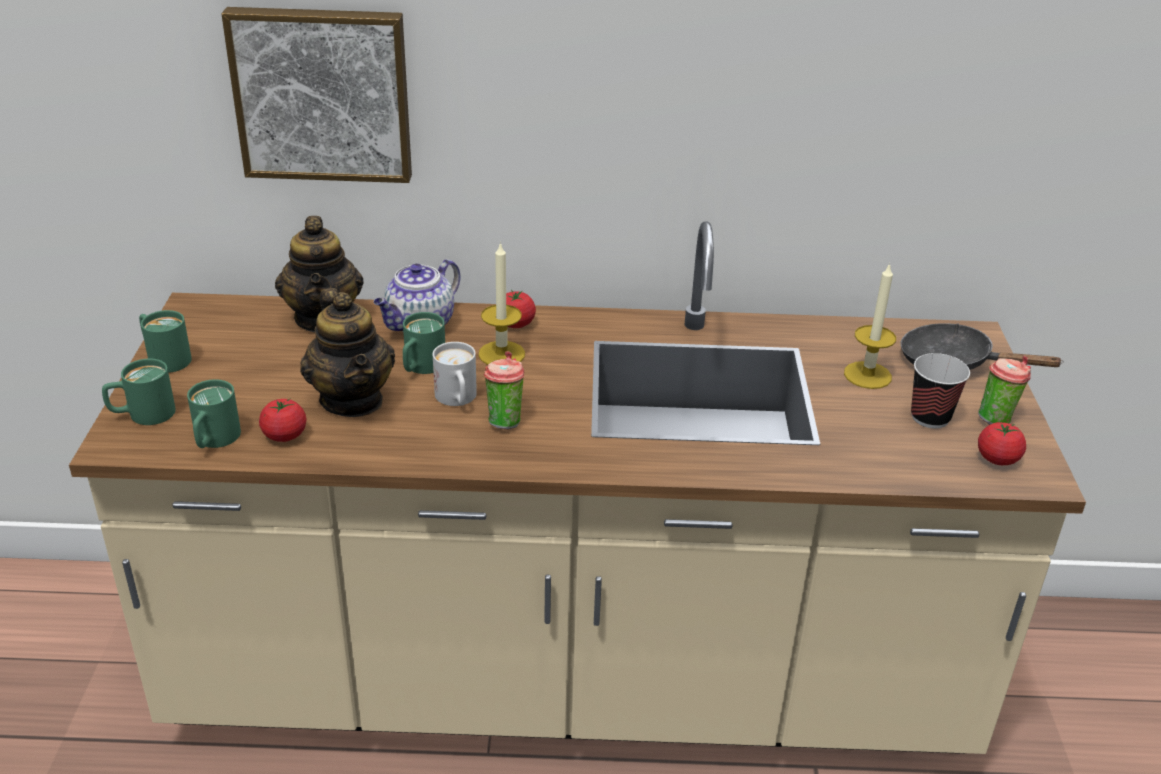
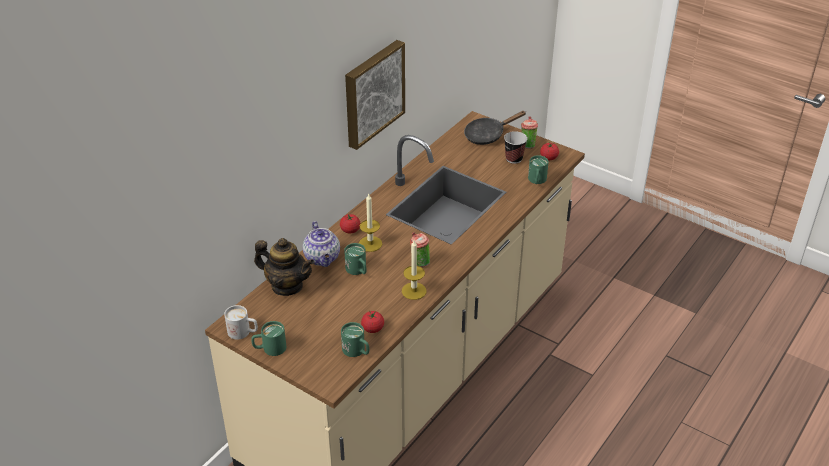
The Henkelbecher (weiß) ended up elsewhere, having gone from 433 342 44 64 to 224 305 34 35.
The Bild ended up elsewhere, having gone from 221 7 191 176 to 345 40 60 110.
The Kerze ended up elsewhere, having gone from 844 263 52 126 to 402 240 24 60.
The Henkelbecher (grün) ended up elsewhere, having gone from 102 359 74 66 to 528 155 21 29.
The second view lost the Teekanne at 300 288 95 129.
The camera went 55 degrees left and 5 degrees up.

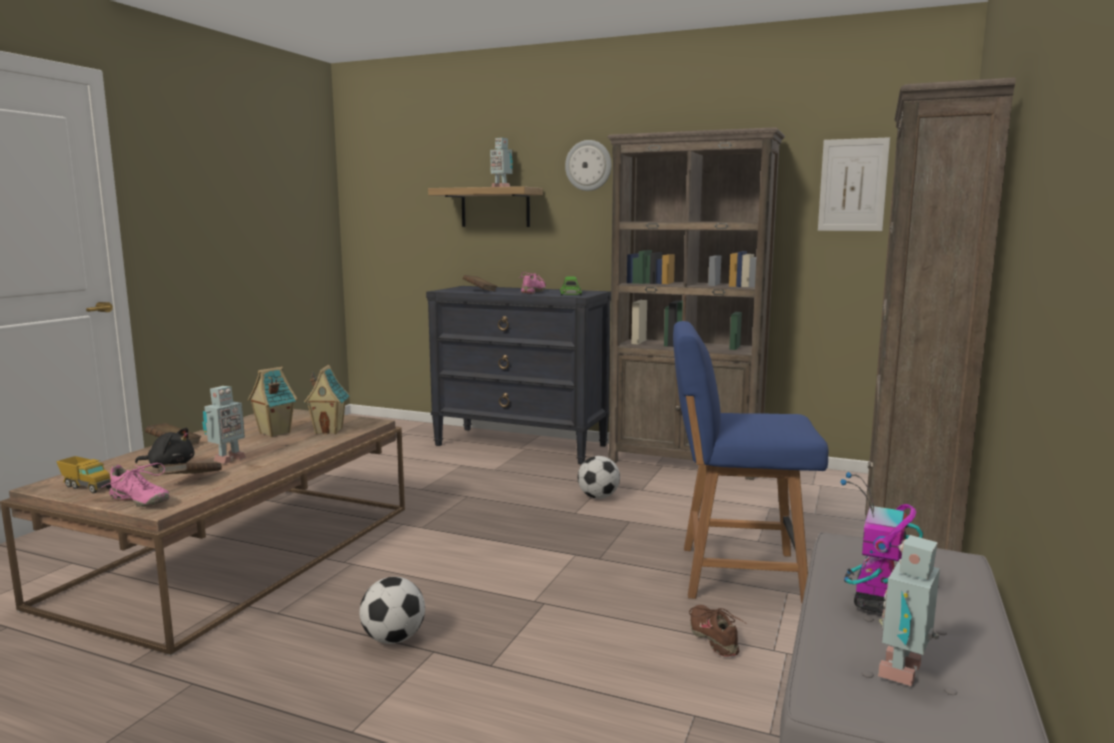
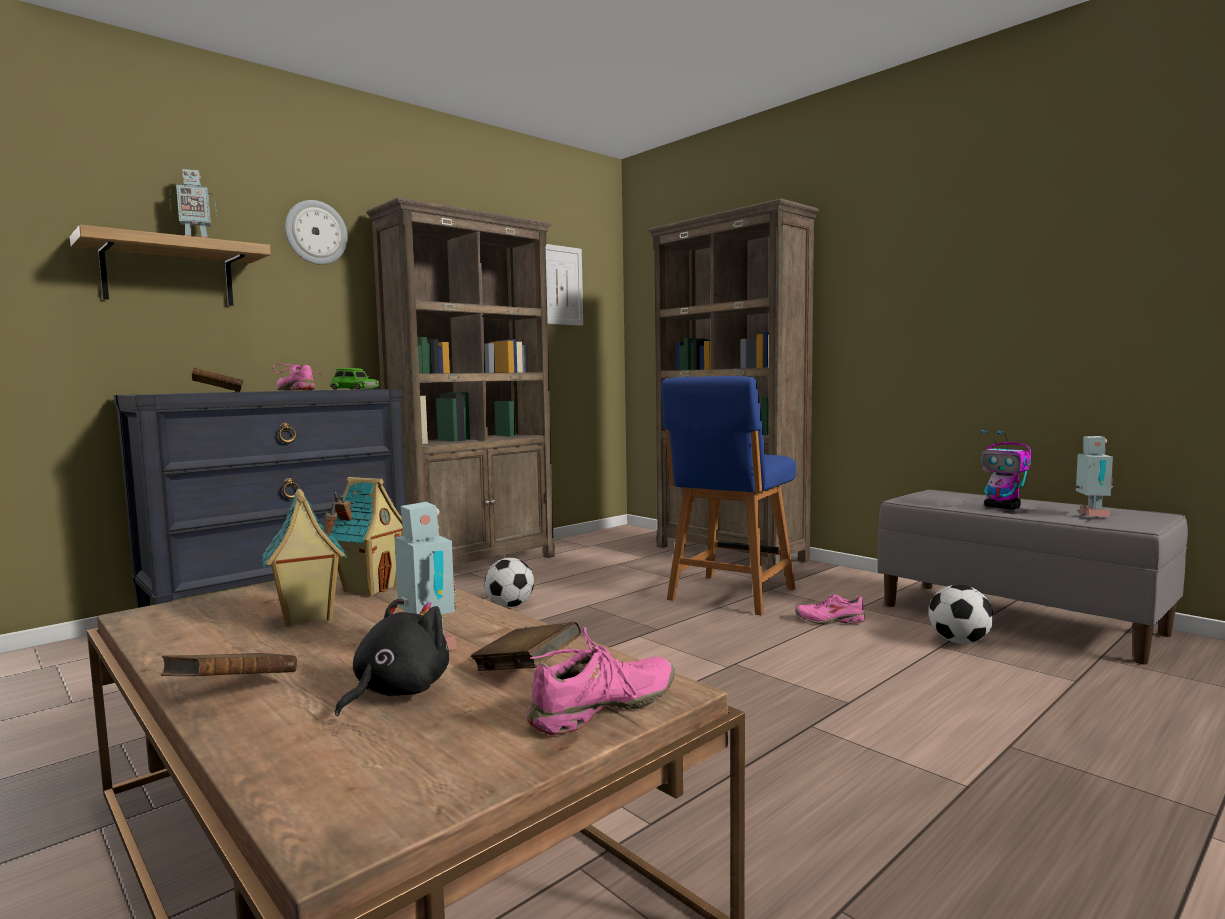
What was the Schuh (braun) at 689 605 58 52 turned into the Schuh (rosa) at 795 593 71 31.
The Fußball ended up elsewhere, having gone from 360 577 65 67 to 929 585 64 59.
The Spielzeugroboter at 878 535 62 151 ended up facing another way, 135 degrees counterclockwise from before.
The second view lost the Spielzeuglaster at 56 456 55 38.
The camera went 65 degrees left and 5 degrees down.

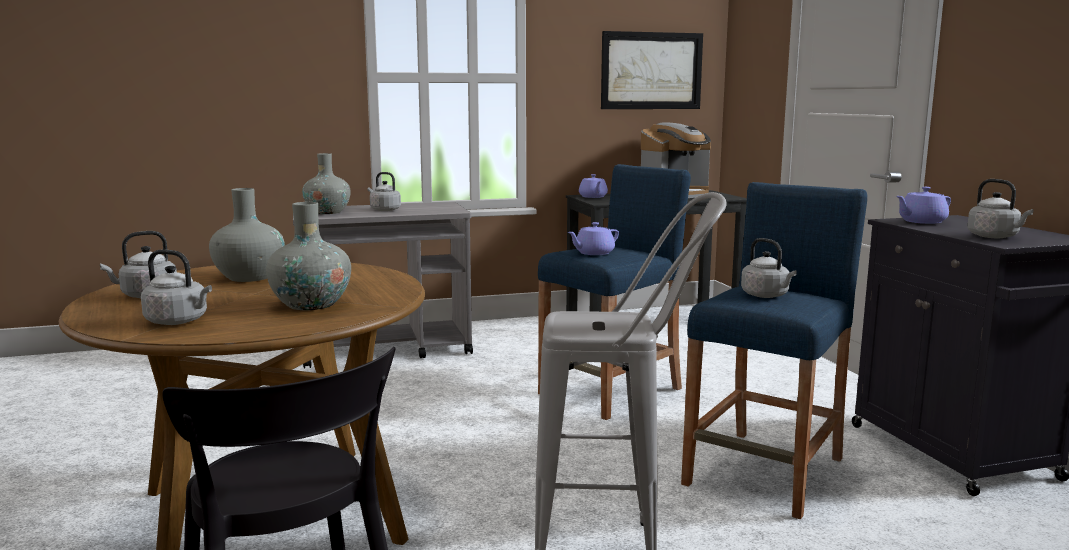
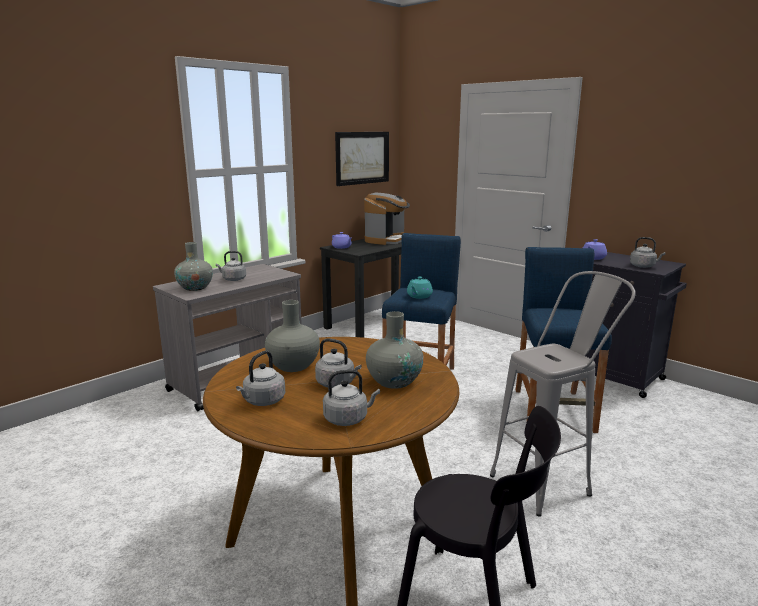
The Wasserkessel (grau) ended up elsewhere, having gone from 741 238 56 60 to 315 338 47 50.
What was the Teekanne (lila) at 568 222 51 33 turned into the Teekanne (türkis) at 407 277 26 22.
The camera went 30 degrees left and 5 degrees up.

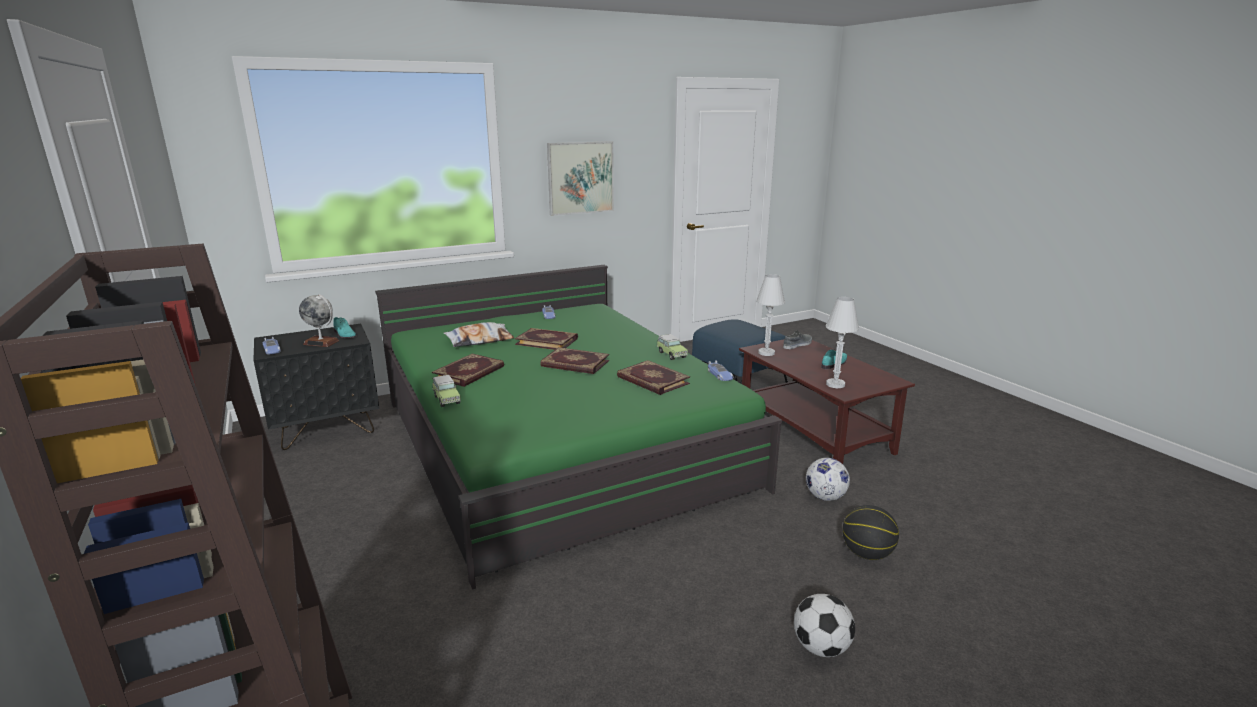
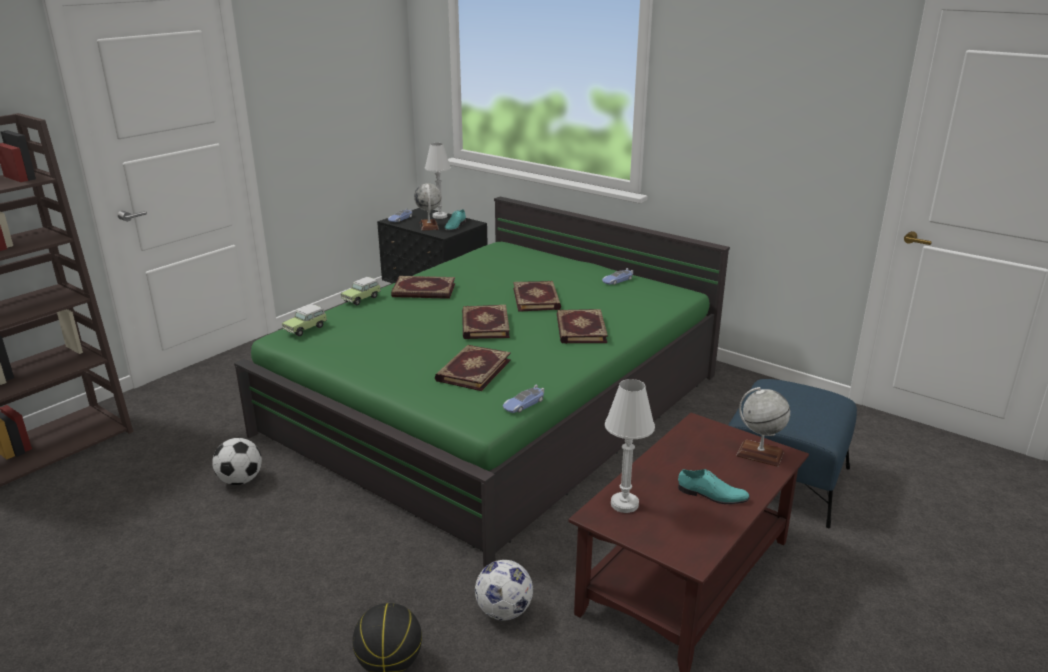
The Fußball ended up elsewhere, having gone from 794 594 61 63 to 212 438 50 47.
The Spielzeugauto ended up elsewhere, having gone from 657 334 31 26 to 282 304 45 32.
The Tischlampe (weiß) ended up elsewhere, having gone from 756 274 29 82 to 425 143 26 76.
The second view gained the Buch at 557 309 51 35.
Where the Schuh (grau) stood at 783 330 29 19, the Globus came to stand at 736 387 54 80.
The second view lost the Kissen at 444 322 70 25.
The second view lost the Bild at 547 141 67 75.
The camera went 65 degrees right and 5 degrees up.

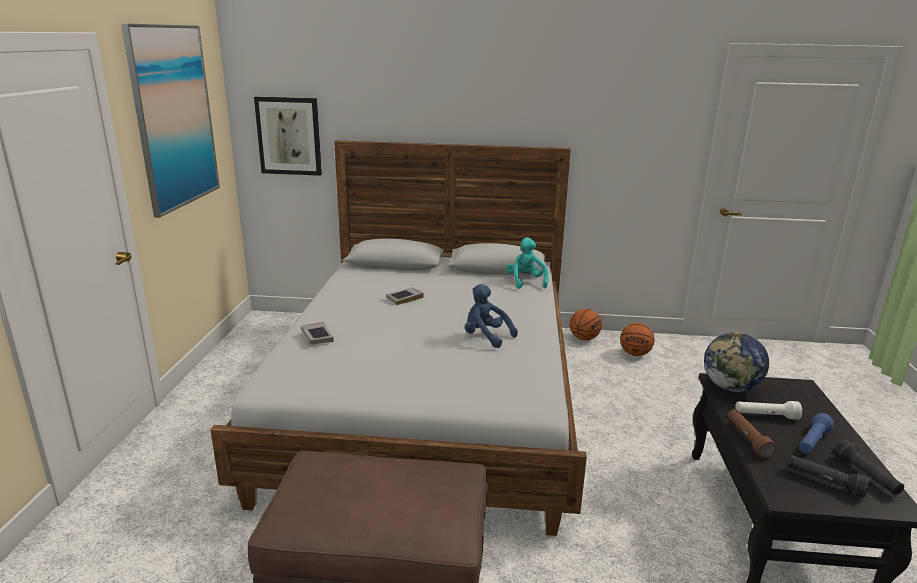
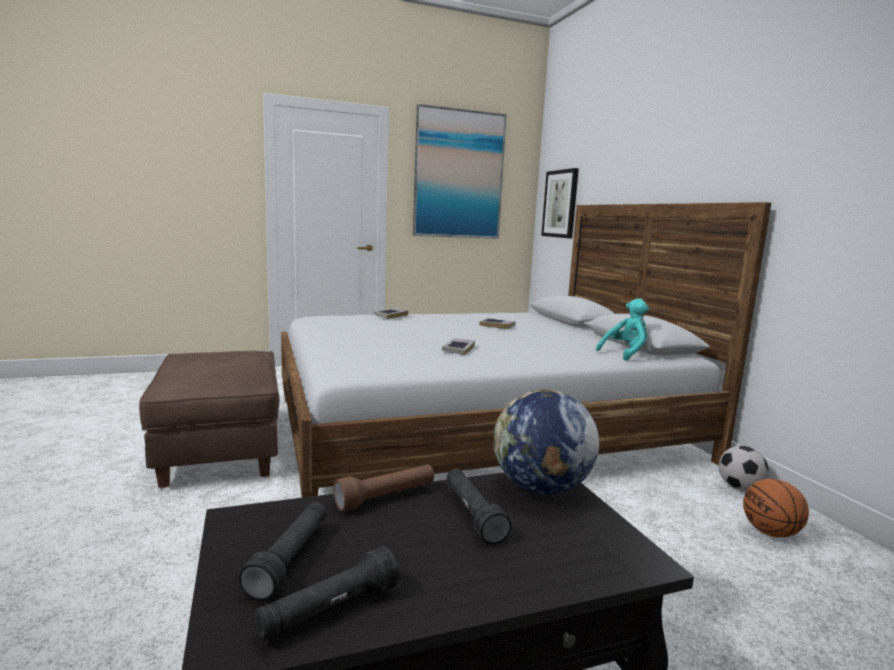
Where the Plüschtier (blau) stood at 465 284 53 64, the Buch came to stand at 442 339 33 16.
What was the Taschenlampe (weiß) at 735 401 67 19 turned into the Taschenlampe (schwarz) at 446 469 66 75.
Where the Basketball stood at 570 309 32 31, the Fußball came to stand at 719 446 50 45.
The second view lost the Taschenlampe (blau) at 799 413 35 41.
The camera went 65 degrees right and 10 degrees down.

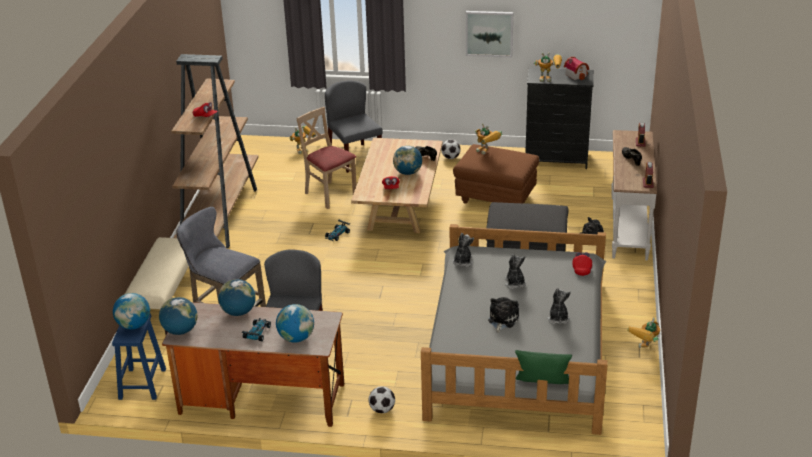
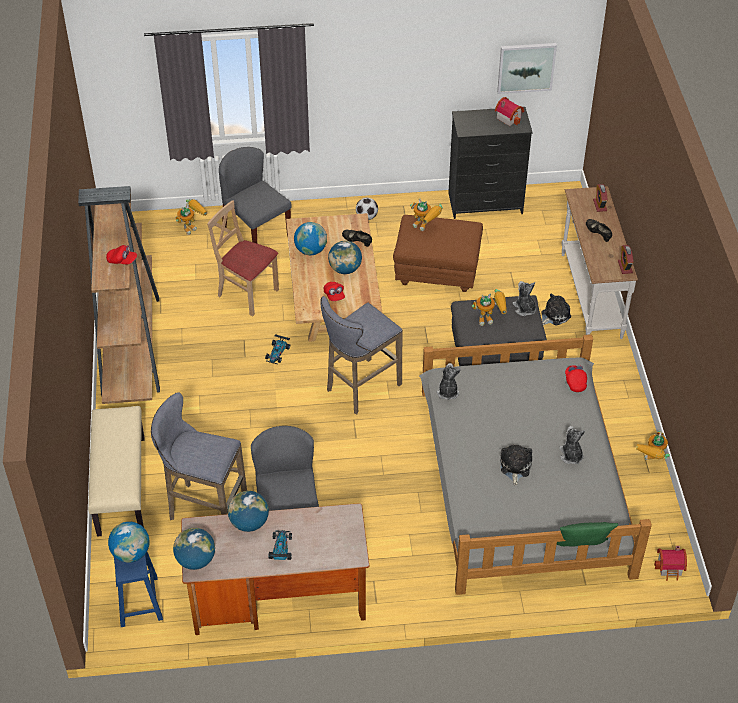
The Globus ended up elsewhere, having gone from 276 304 38 38 to 294 222 33 33.
The second view gained the Hocker (grau) at 320 296 82 118.
The Spielzeugroboter ended up elsewhere, having gone from 534 53 28 29 to 472 289 35 37.
The Bild ended up elsewhere, having gone from 466 11 47 47 to 497 43 60 51.
The Plüschtier ended up elsewhere, having gone from 505 254 21 35 to 512 281 24 35.
The second view gained the Spielzeughaus at 654 546 33 35.
The second view lost the Fußball at 369 386 26 27.
The camera went 15 degrees left and 15 degrees up.

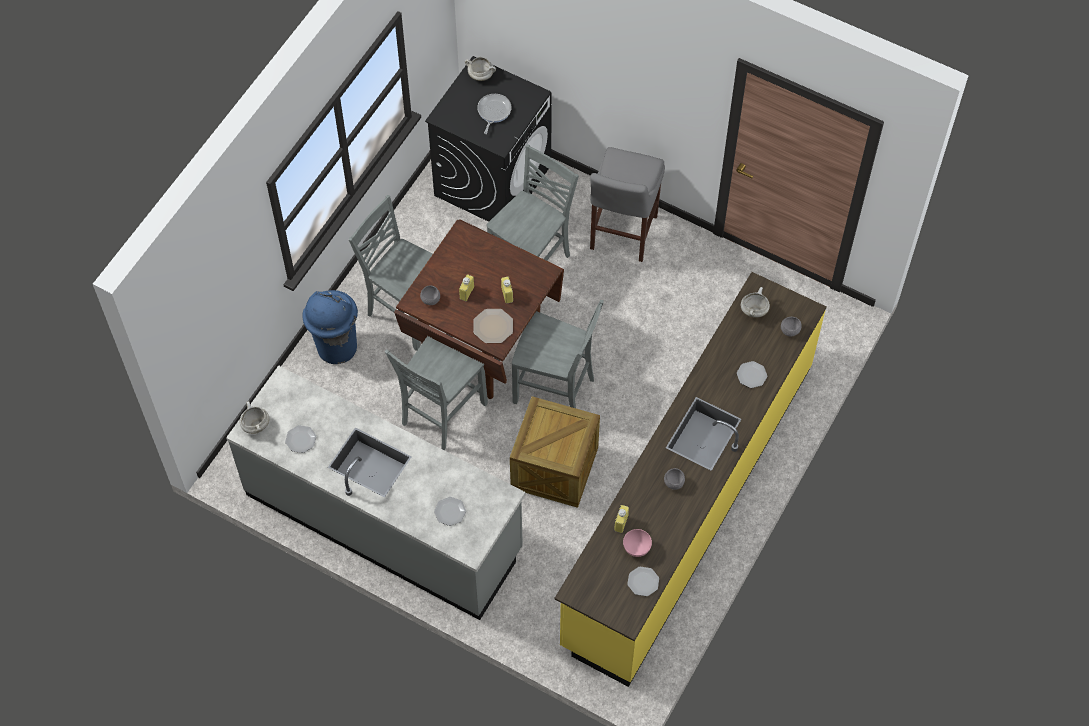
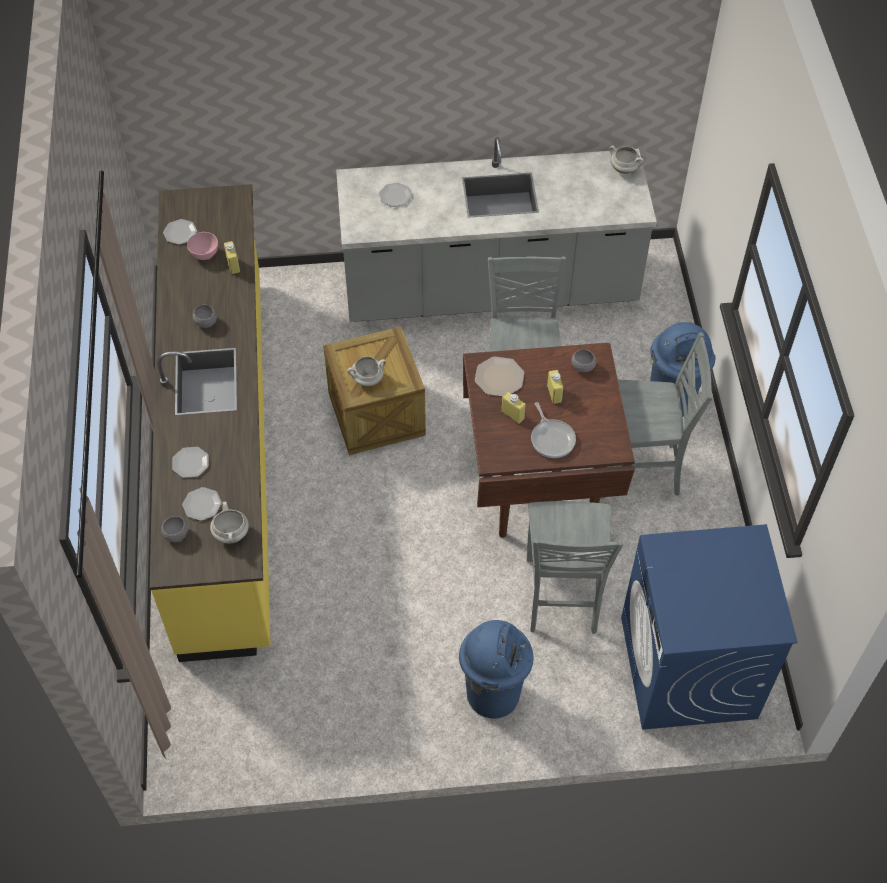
The Teller ended up elsewhere, having gone from 285 425 31 28 to 182 487 40 34.
The Kochtopf (weiß) ended up elsewhere, having gone from 465 57 31 24 to 347 356 39 30.
Where the Hocker (grau) stood at 590 147 75 115, the Mülleimer (blau) came to stand at 459 620 75 99.
The Pfanne ended up elsewhere, having gone from 477 94 35 40 to 531 402 45 56.
What was the Waschmaschine (schwarz) at 425 56 127 166 turned into the Waschmaschine (blau) at 621 524 177 206.
The second view lost the Stuhl (grau) at 512 300 92 108.
The camera went 145 degrees right and 5 degrees down.

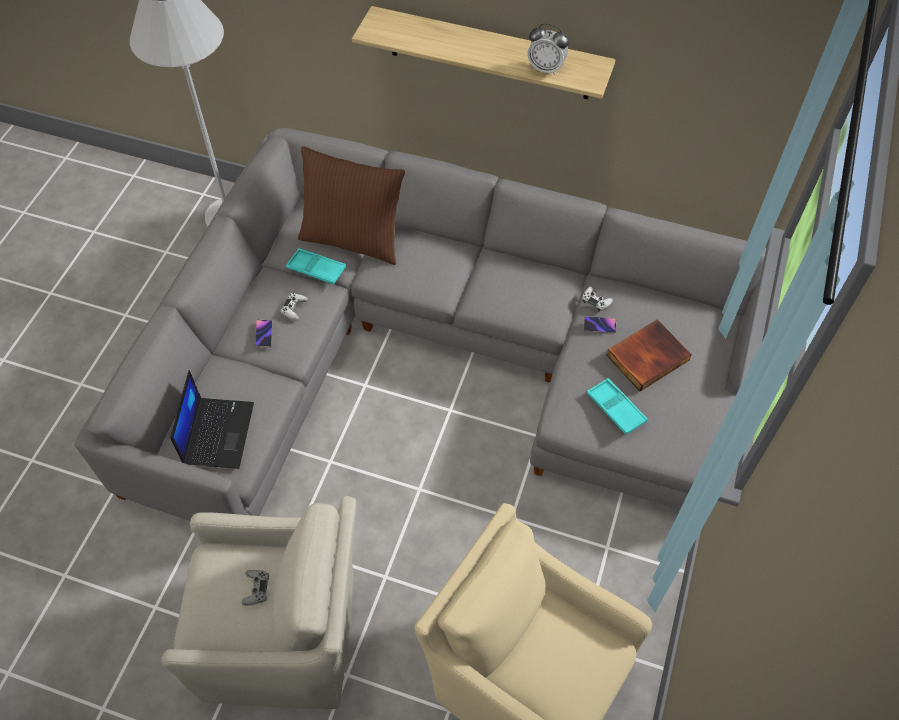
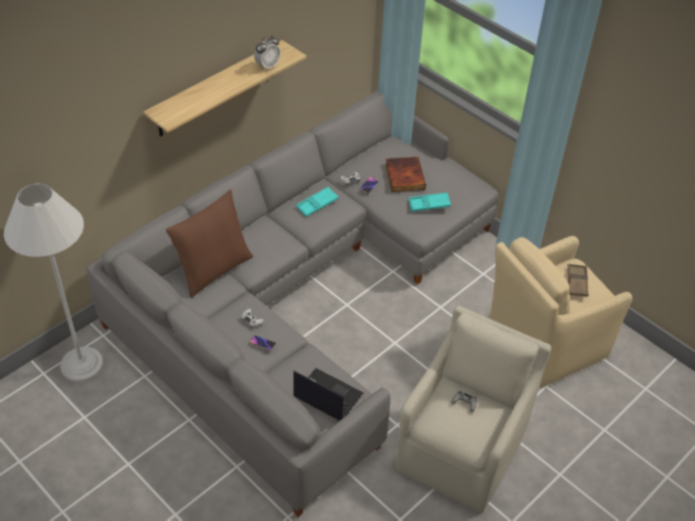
The Tablett (türkis) ended up elsewhere, having gone from 286 248 60 36 to 296 187 43 30.
The second view gained the Tablett (braun) at 567 264 22 33.
The camera went 65 degrees left and 10 degrees down.

